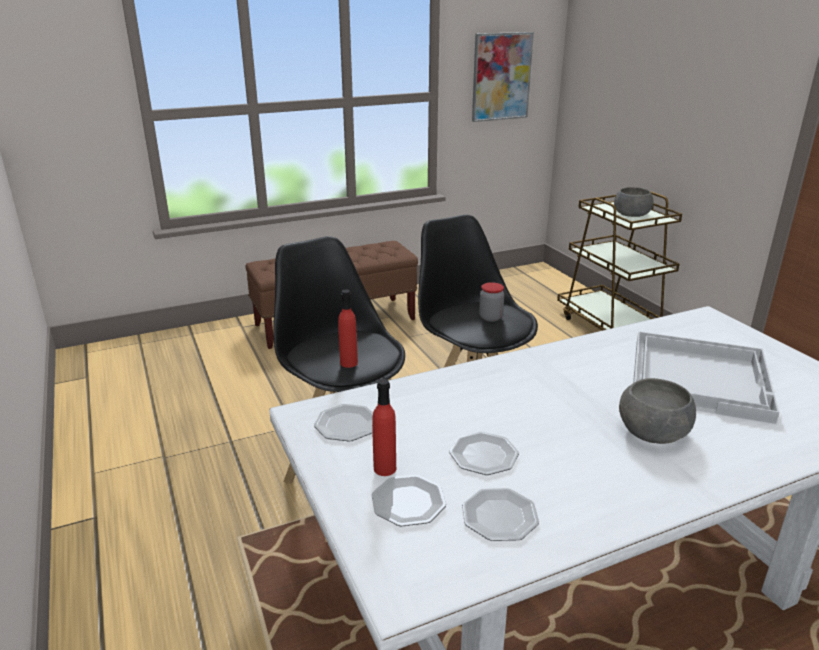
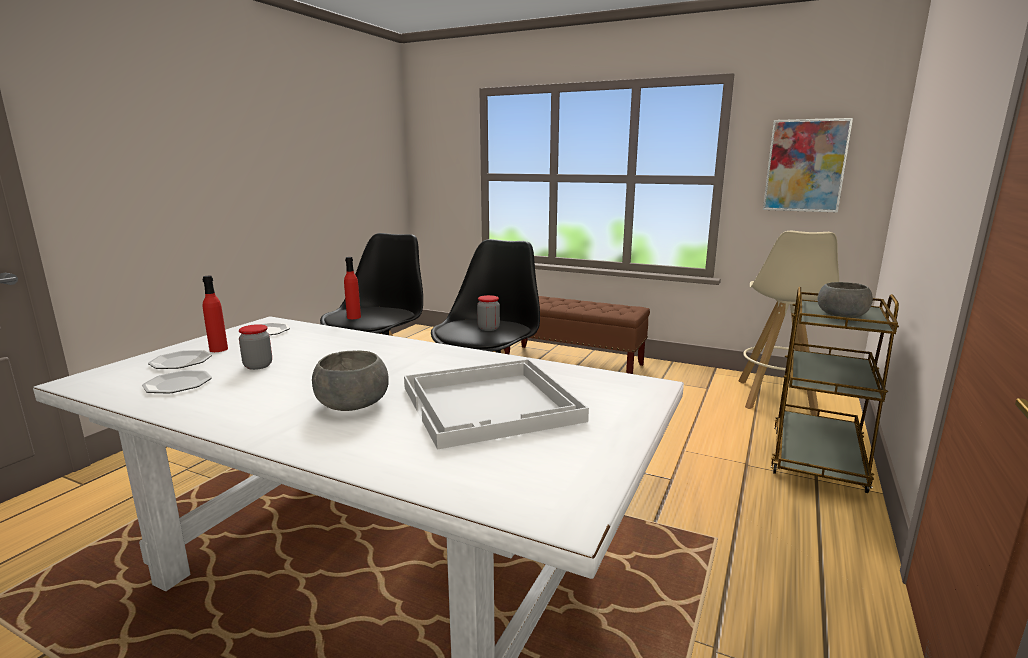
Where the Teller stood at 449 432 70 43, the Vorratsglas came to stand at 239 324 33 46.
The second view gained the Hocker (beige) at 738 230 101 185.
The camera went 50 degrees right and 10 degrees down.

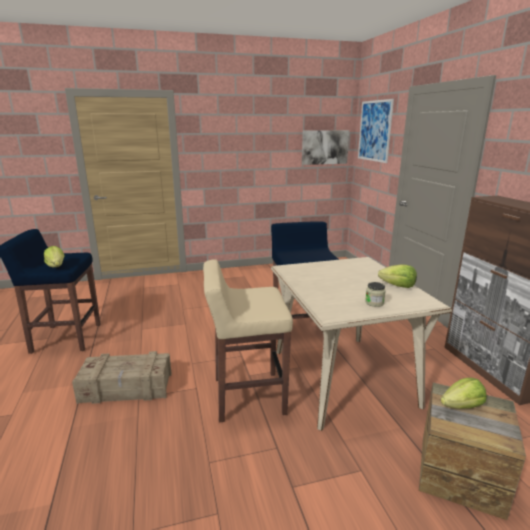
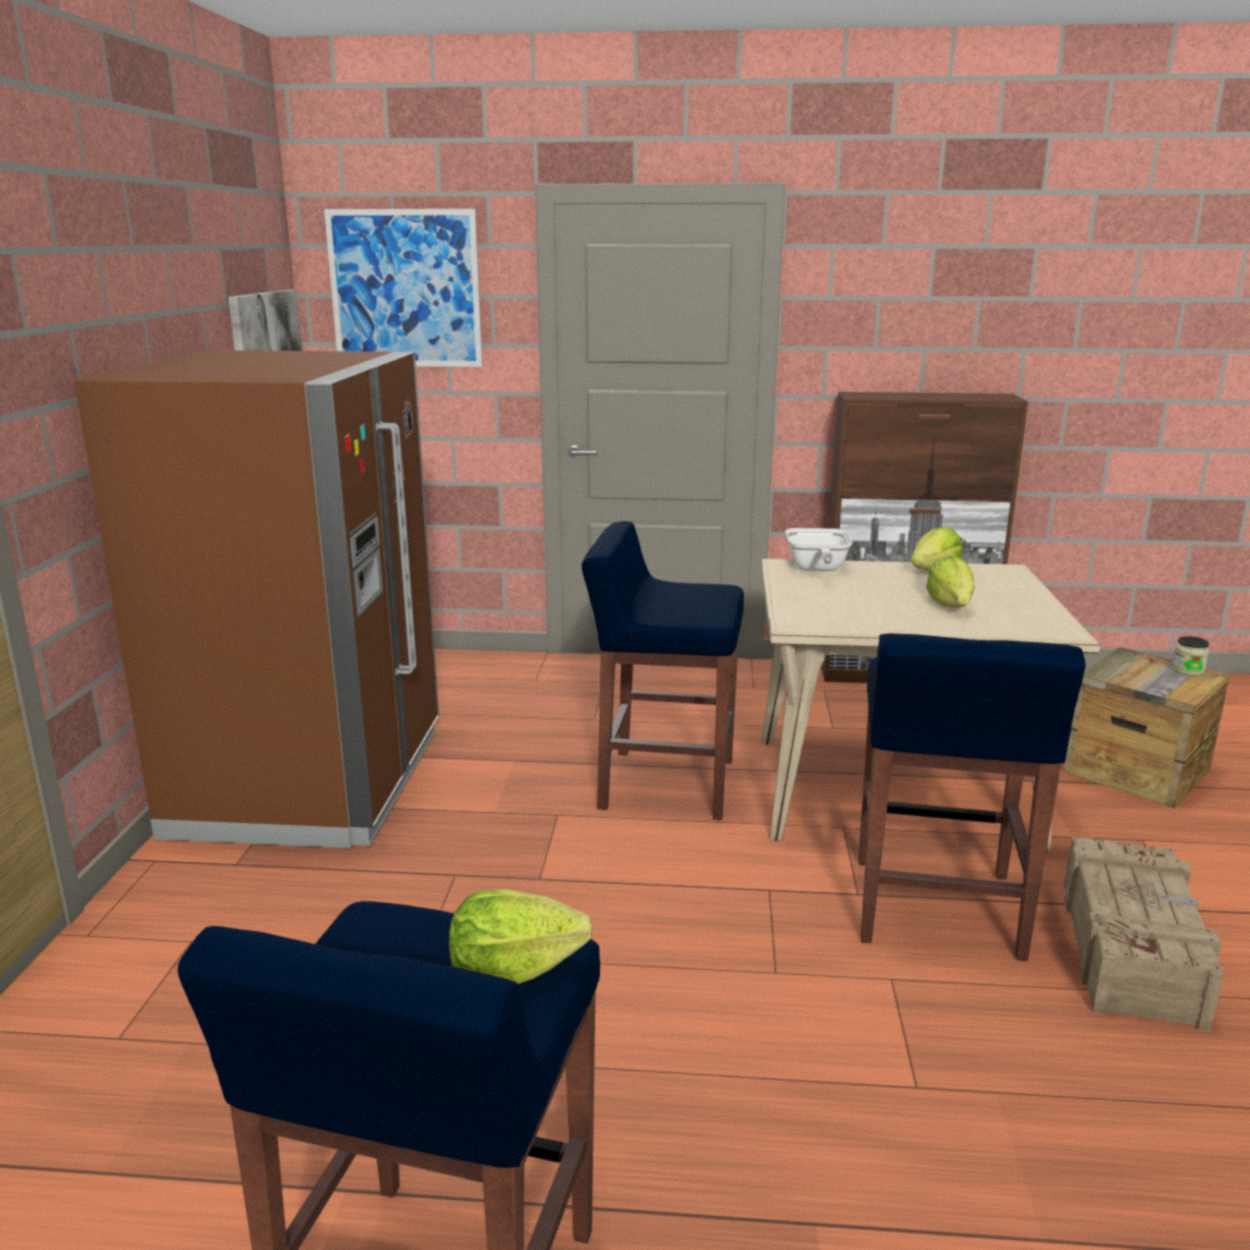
The second view gained the Kühlschrank (braun) at 74 350 365 498.
The second view gained the Pfanne at 785 528 68 43.
What was the Hocker (beige) at 203 259 90 164 turned into the Hocker (blau) at 859 633 226 328.
The Salatkopf ended up elsewhere, having gone from 441 378 46 31 to 926 556 49 52.
The Kiste ended up elsewhere, having gone from 72 351 100 53 to 1064 837 159 195.
The Vorratsglas ended up elsewhere, having gone from 365 282 21 25 to 1172 636 38 40.
The camera went 70 degrees left and 0 degrees up.

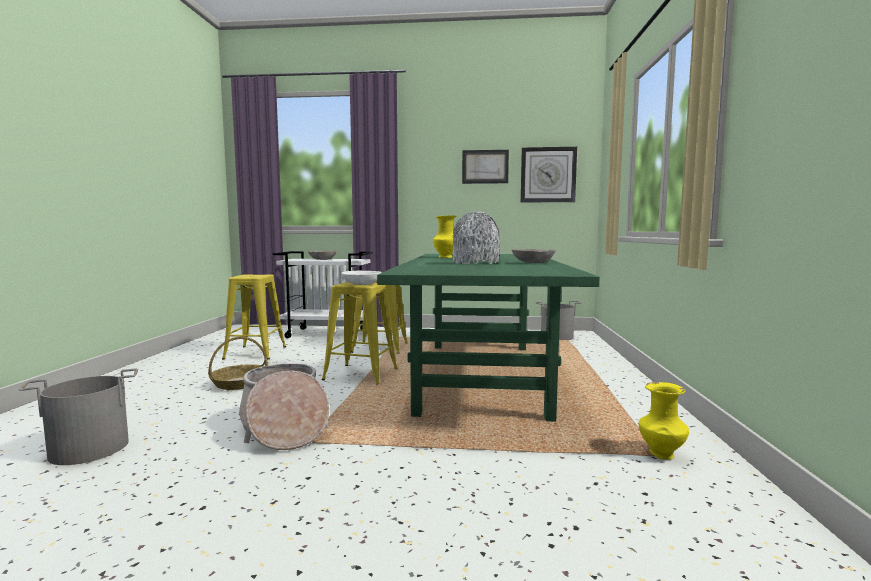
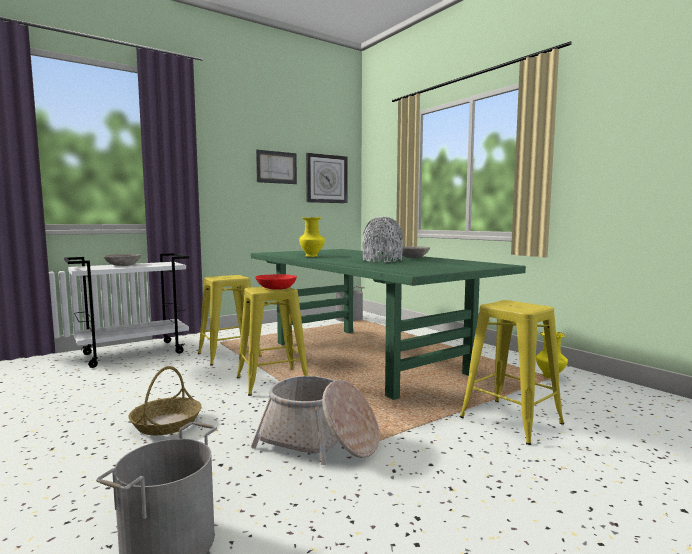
What was the Schüssel (weiß) at 341 271 41 14 turned into the Schüssel (rot) at 255 274 42 16.
The Hocker (gelb) ended up elsewhere, having gone from 222 274 64 86 to 460 300 104 145.
The camera went 40 degrees left and 0 degrees up.

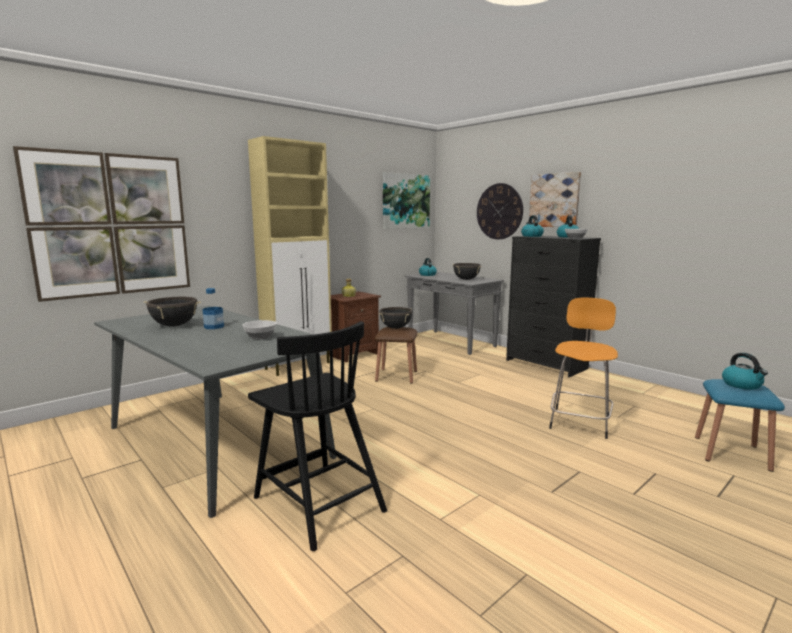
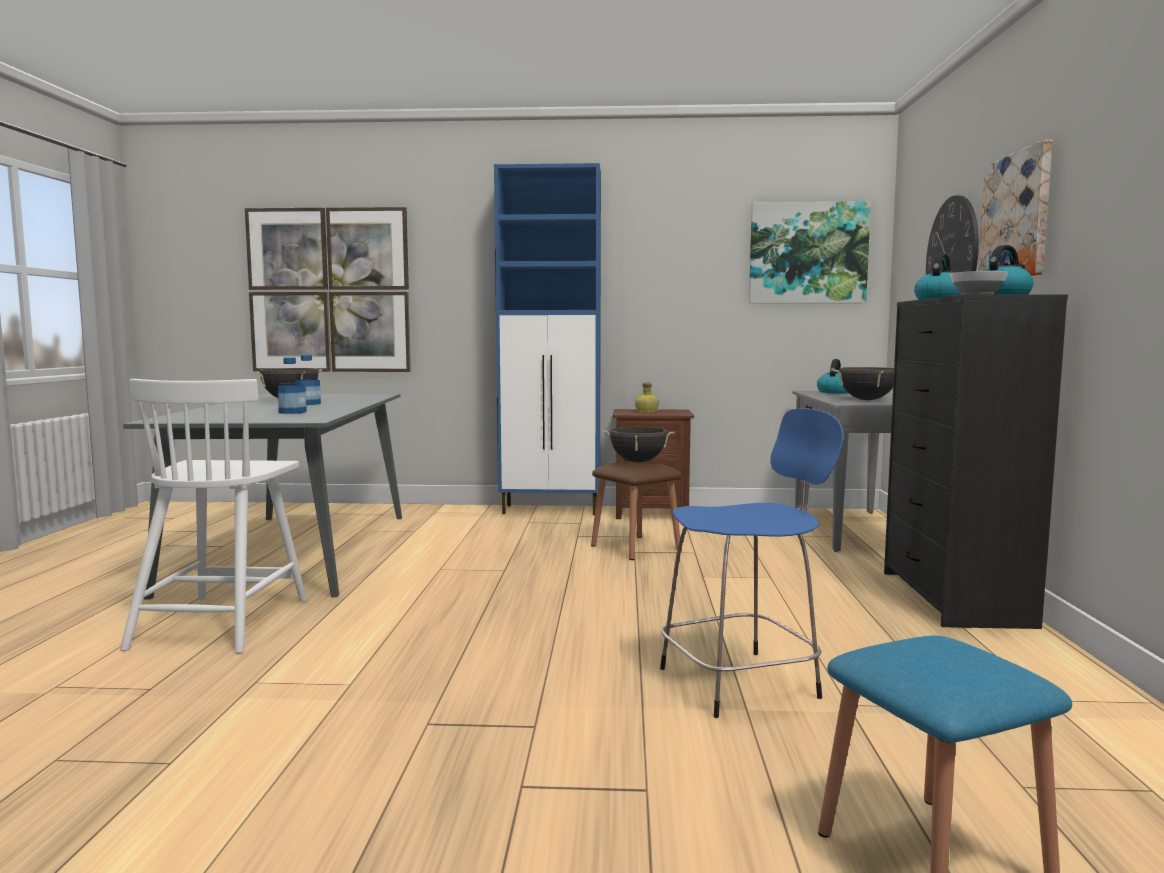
What was the Stuhl (schwarz) at 248 321 139 230 turned into the Stuhl (weiß) at 120 379 187 275.
Where the Schüssel stood at 243 320 34 20, the Flasche came to stand at 278 357 29 57.
What was the Schrank (beige) at 248 136 84 240 turned into the Schrank (blau) at 494 163 107 352.
What was the Hocker (orange) at 549 298 69 141 turned into the Hocker (blau) at 660 408 184 310.
The second view lost the Wasserkessel at 722 353 46 37.
The camera went 45 degrees right and 5 degrees down.

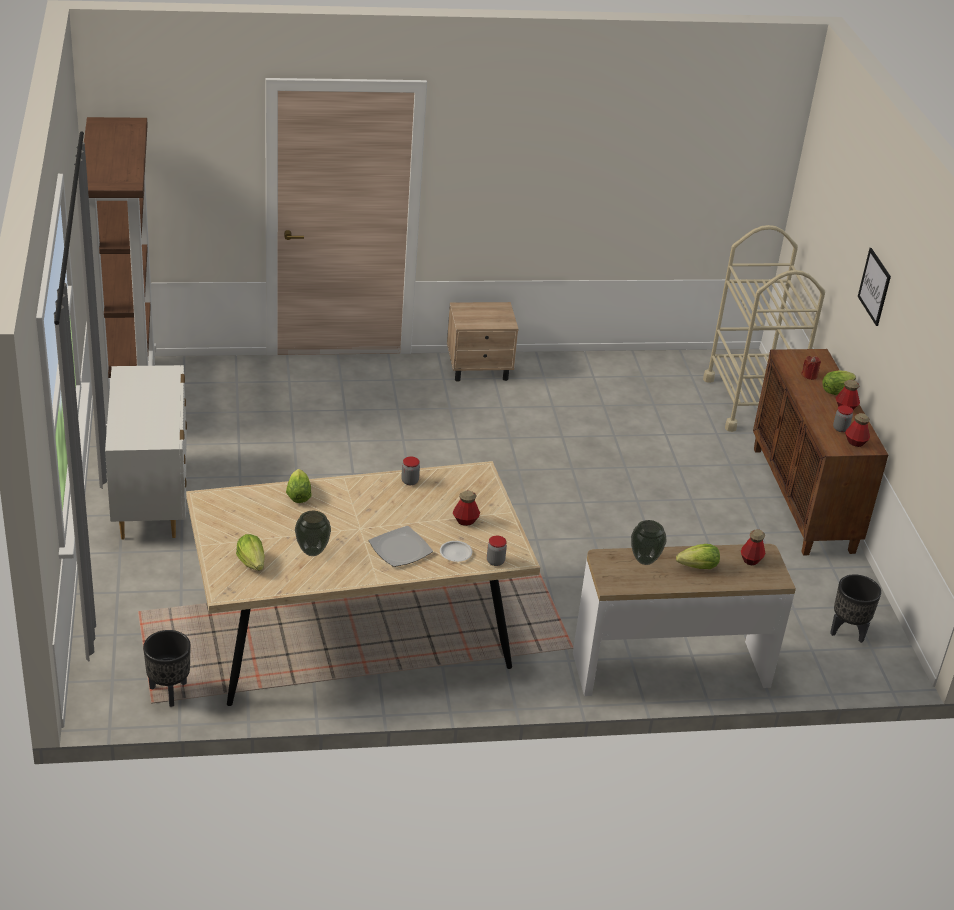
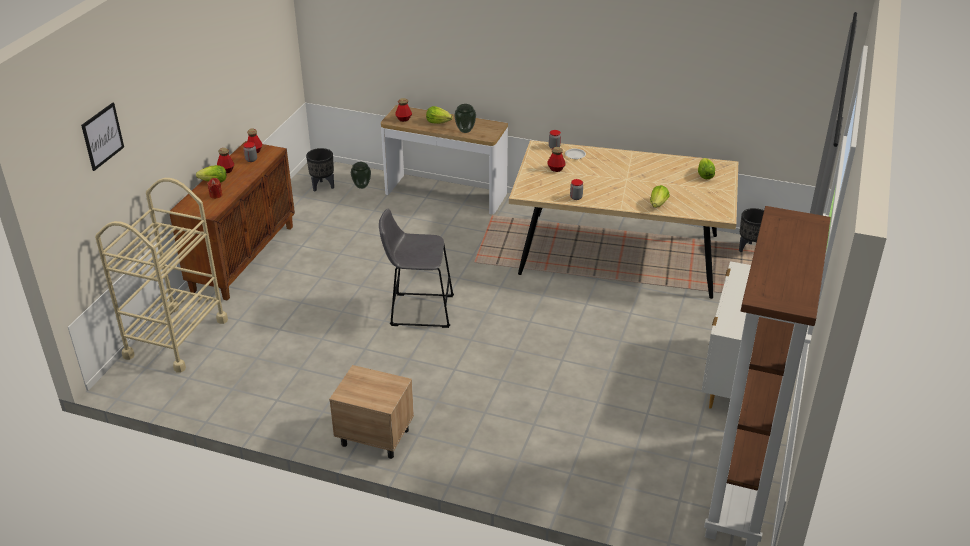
The Bild ended up elsewhere, having gone from 858 248 33 78 to 81 103 43 68.
The Vase ended up elsewhere, having gone from 295 511 36 45 to 351 162 20 27.
The second view gained the Hocker (grau) at 379 209 75 119.
The second view lost the Teller at 369 526 64 41.
The camera went 150 degrees left and 0 degrees up.

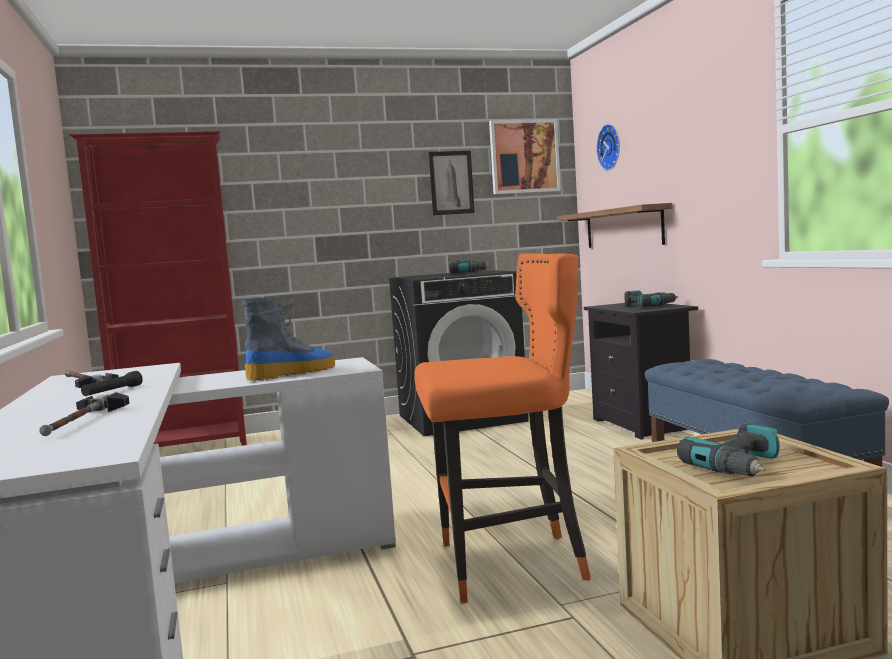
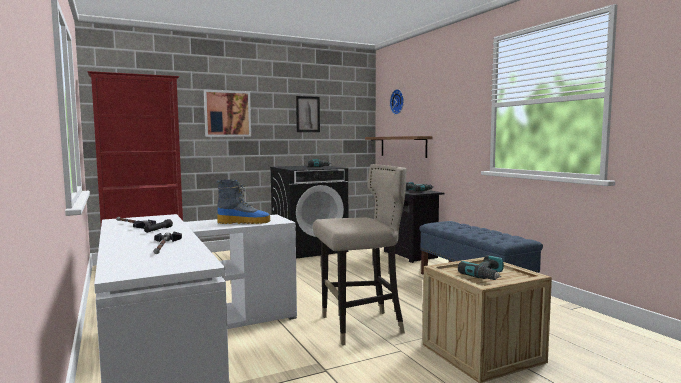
The Bild ended up elsewhere, having gone from 489 119 72 75 to 204 90 47 47.
The Stiefel at 243 298 92 83 ended up facing another way, 45 degrees clockwise from before.
What was the Hocker (orange) at 414 253 177 351 turned into the Hocker (beige) at 313 164 94 182.
The camera went 10 degrees left and 0 degrees up.

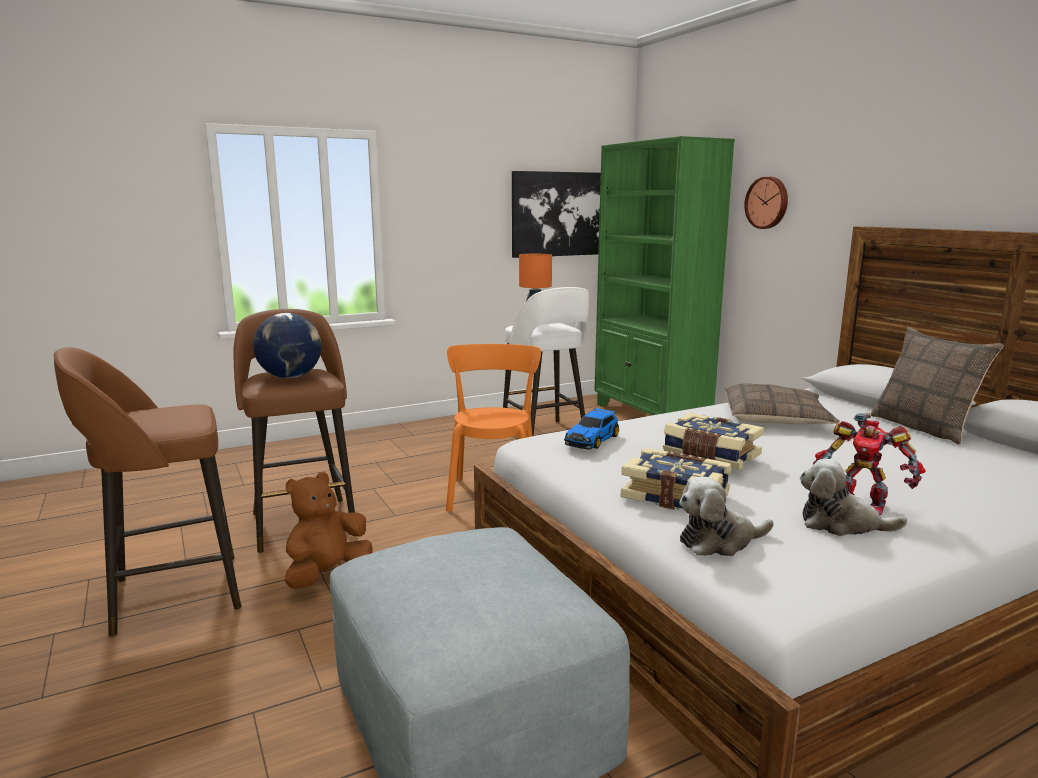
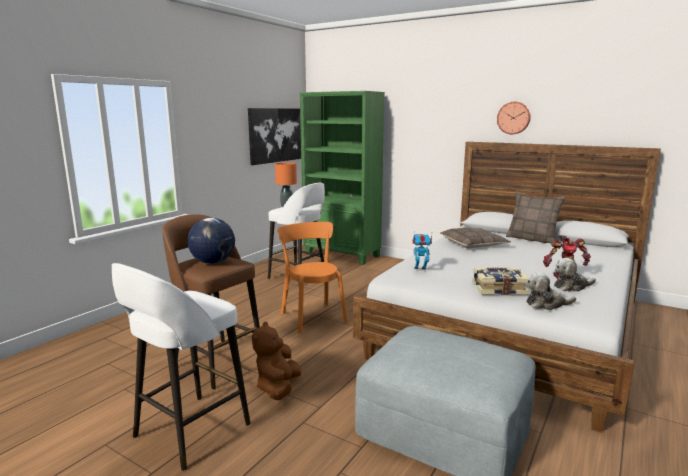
What was the Hocker (braun) at 54 347 187 290 turned into the Hocker (weiß) at 112 263 139 208.
Where the Spielzeugauto stood at 564 408 55 42, the Spielzeugroboter came to stand at 413 232 19 40.
The Wanduhr ended up elsewhere, having gone from 744 176 44 53 to 497 102 34 32.
The Plüschtier at 679 477 94 79 ended up facing another way, 45 degrees clockwise from before.
The second view lost the Buch at 663 413 101 57.
The camera went 30 degrees left and 0 degrees up.

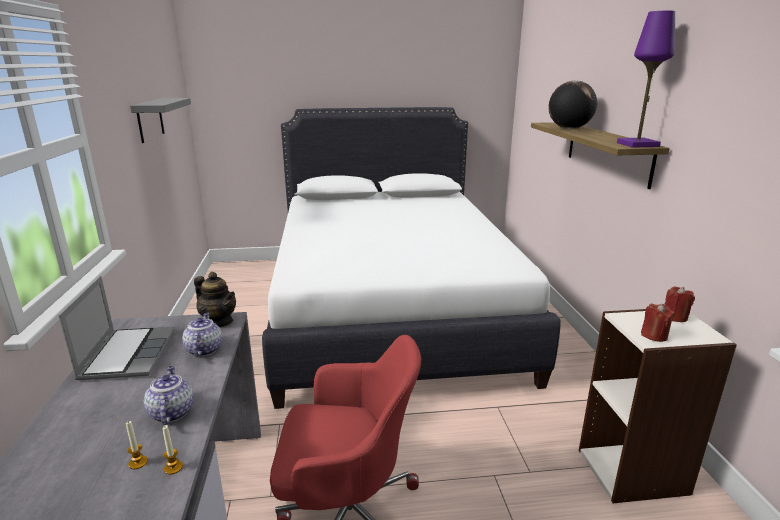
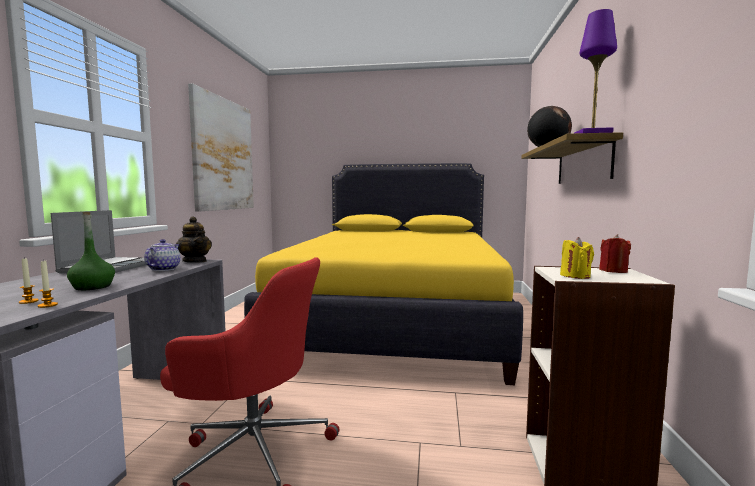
Where the Teekanne stood at 144 366 49 59, the Flasche (grün) came to stand at 67 212 48 78.
Where the Wandregal (grau) hung at 130 98 61 45, the Bild came to hang at 188 83 66 129.
What was the Bett (weiß) at 262 107 299 302 turned into the Bett (gelb) at 244 163 279 222.
What was the Kerze (rot) at 641 304 34 38 turned into the Kerze (gelb) at 560 237 34 42.
The camera went 15 degrees right and 15 degrees down.

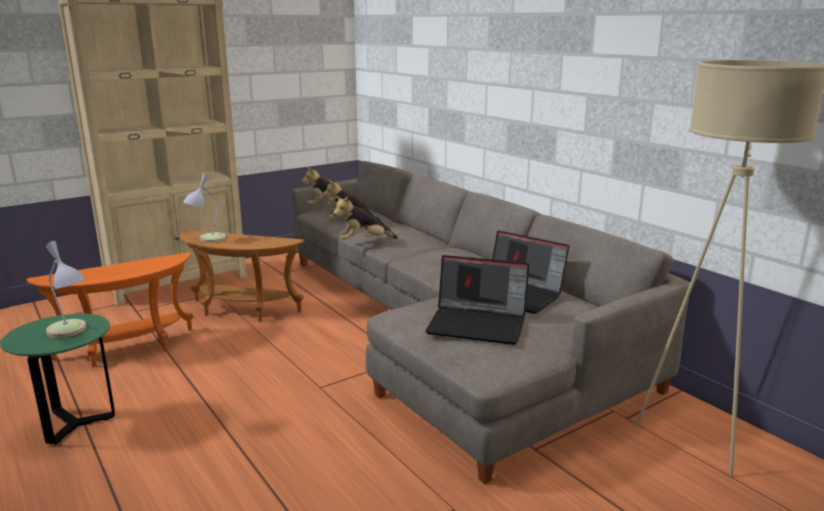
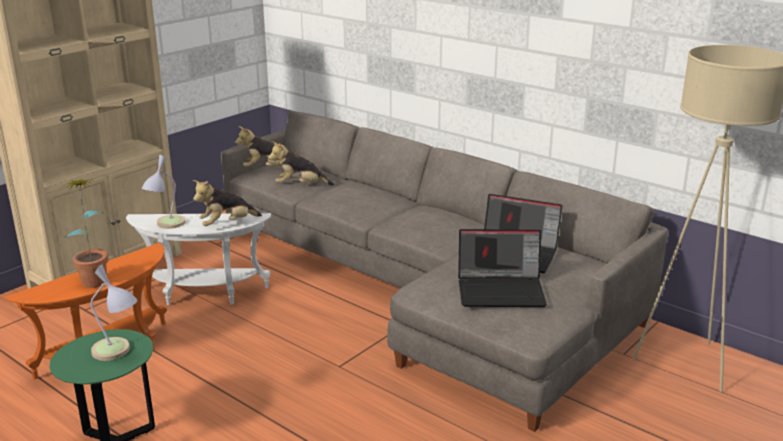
The second view gained the Topfpflanze at 64 179 44 109.
What was the Beistelltisch (braun) at 180 230 125 92 turned into the Beistelltisch (weiß) at 126 213 145 92.
The Plüschtier ended up elsewhere, having gone from 334 196 64 44 to 193 180 69 46.
The camera went 15 degrees left and 5 degrees up.

